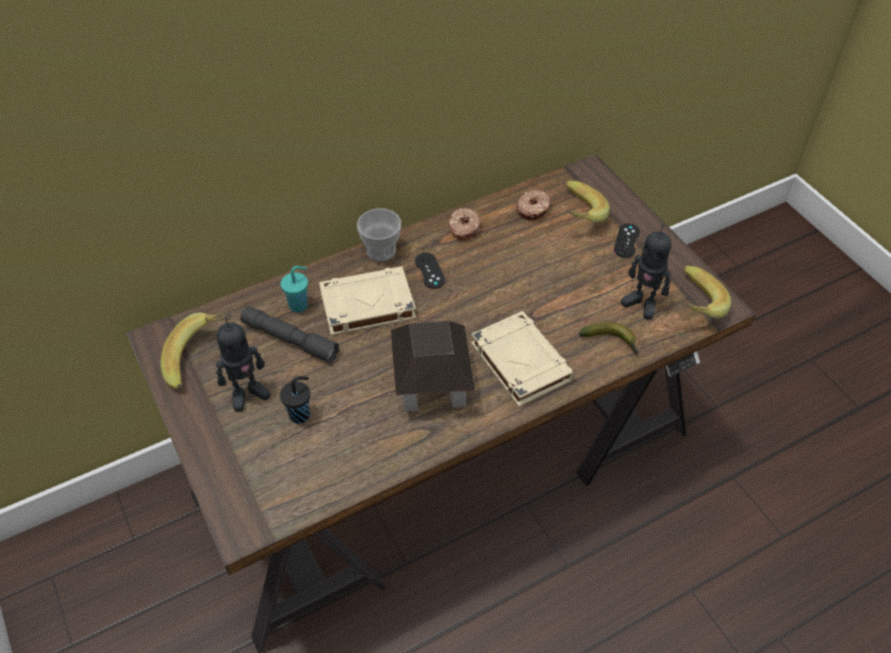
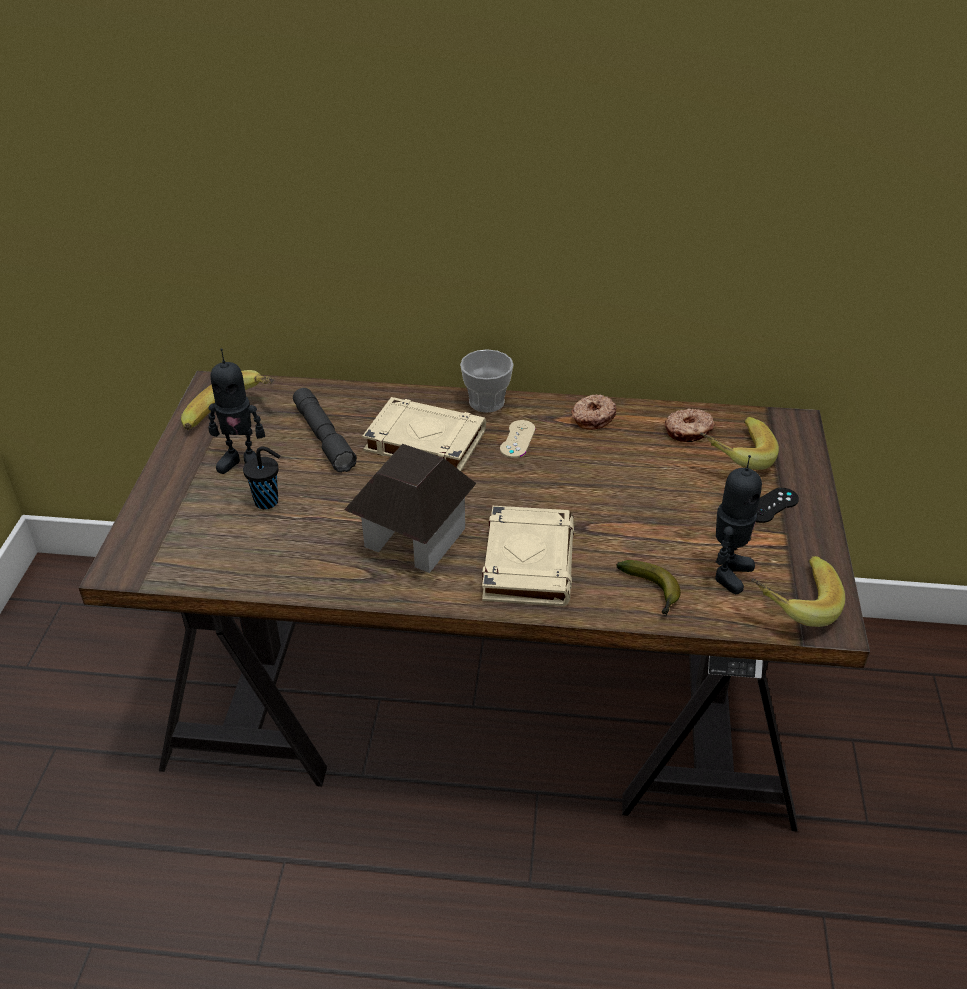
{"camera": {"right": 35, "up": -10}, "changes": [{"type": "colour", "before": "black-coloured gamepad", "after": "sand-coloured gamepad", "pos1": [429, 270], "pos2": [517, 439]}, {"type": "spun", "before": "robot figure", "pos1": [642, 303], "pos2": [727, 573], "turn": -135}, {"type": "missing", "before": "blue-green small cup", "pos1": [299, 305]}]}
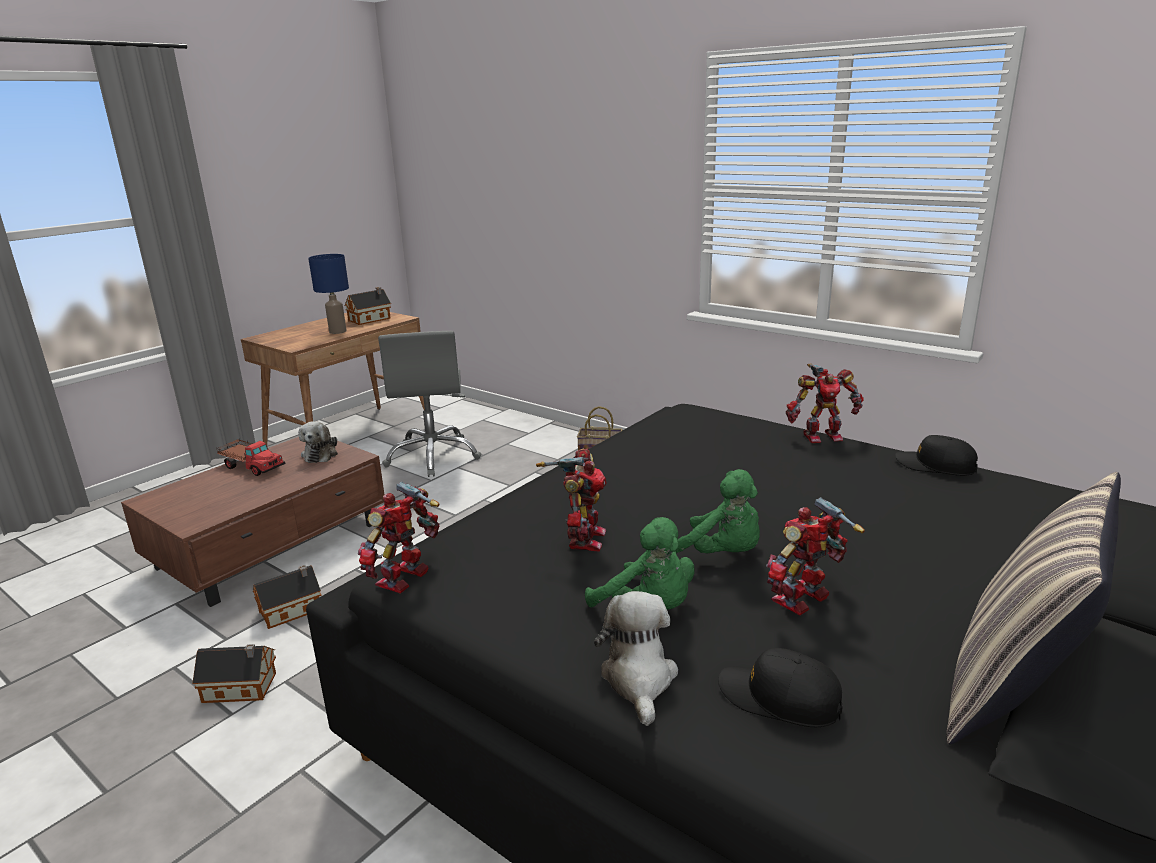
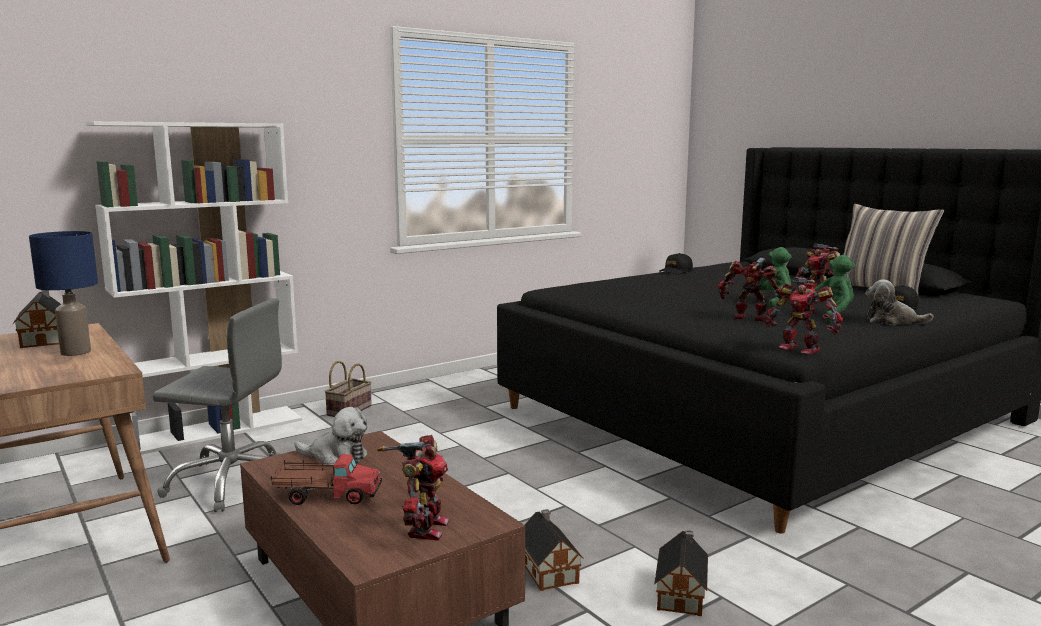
{"camera": {"right": -75, "up": -10}, "changes": [{"type": "appeared", "after": "whitish bookshelf", "pos2": [216, 430]}, {"type": "spun", "before": "toy lorry", "pos1": [252, 466], "pos2": [326, 495], "turn": 45}, {"type": "relocated", "before": "robot figure", "pos1": [821, 436], "pos2": [424, 528]}]}
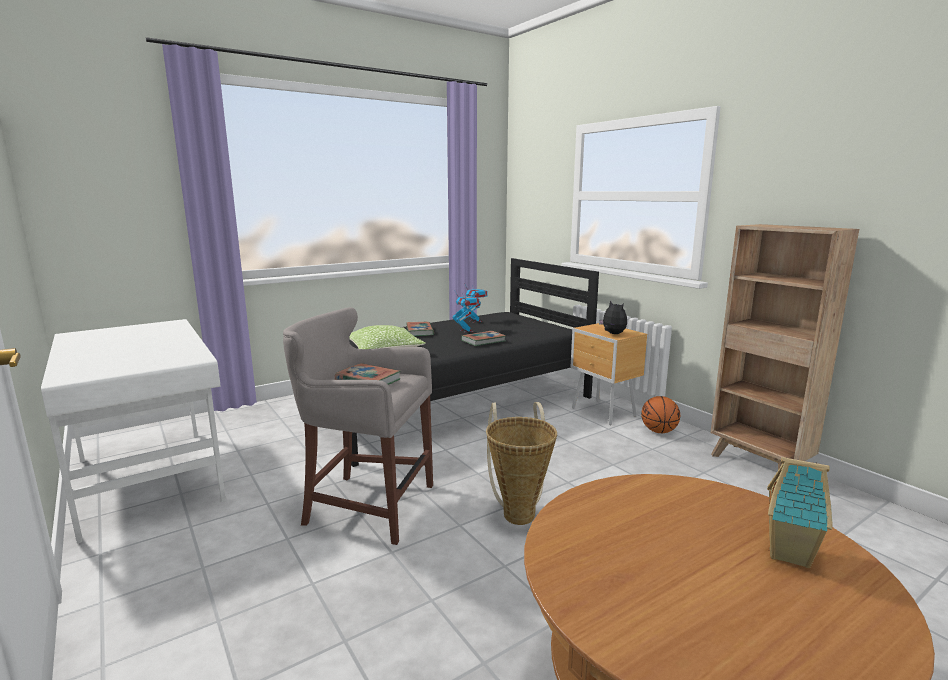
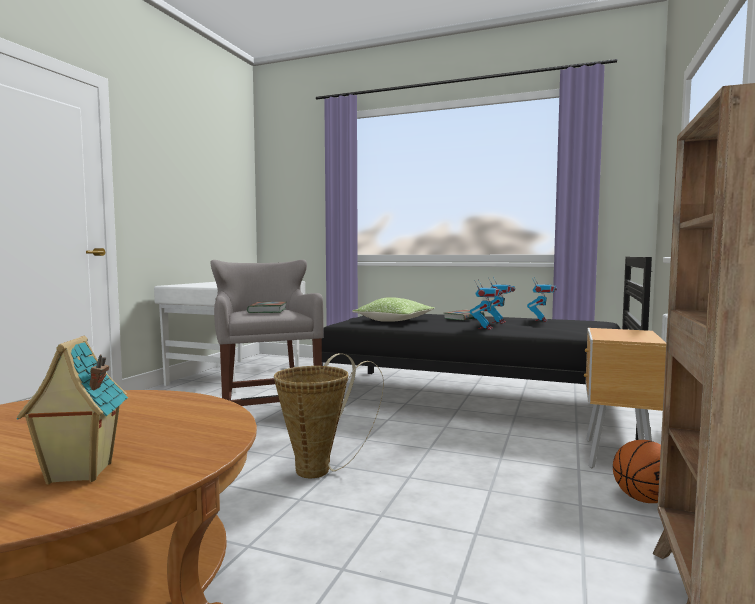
{"camera": {"right": 55, "up": -10}, "changes": [{"type": "exchanged", "before": "volume", "after": "robot figure", "pos1": [483, 341], "pos2": [485, 328]}, {"type": "missing", "before": "soft toy", "pos1": [612, 334]}]}
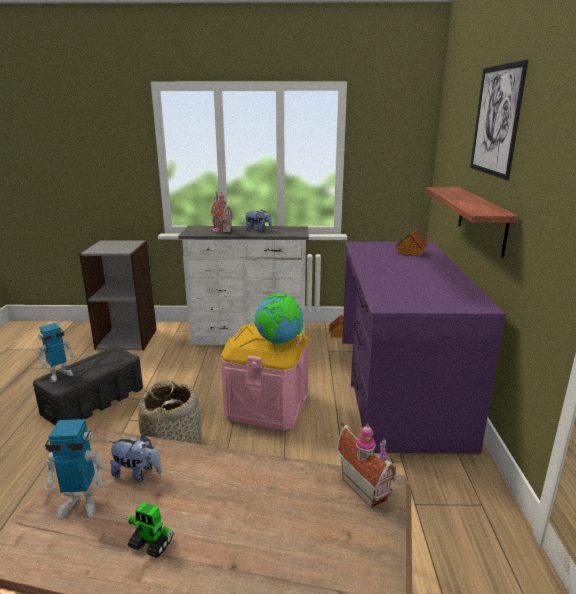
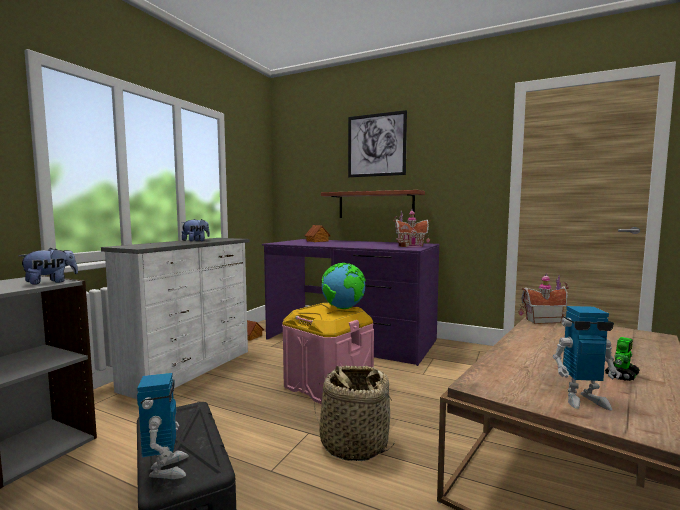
{"camera": {"right": -65, "up": -15}, "changes": [{"type": "relocated", "before": "soft toy", "pos1": [137, 473], "pos2": [51, 282]}, {"type": "relocated", "before": "miniature house", "pos1": [220, 230], "pos2": [411, 246]}, {"type": "spun", "before": "robot figure", "pos1": [80, 504], "pos2": [583, 399], "turn": 75}]}
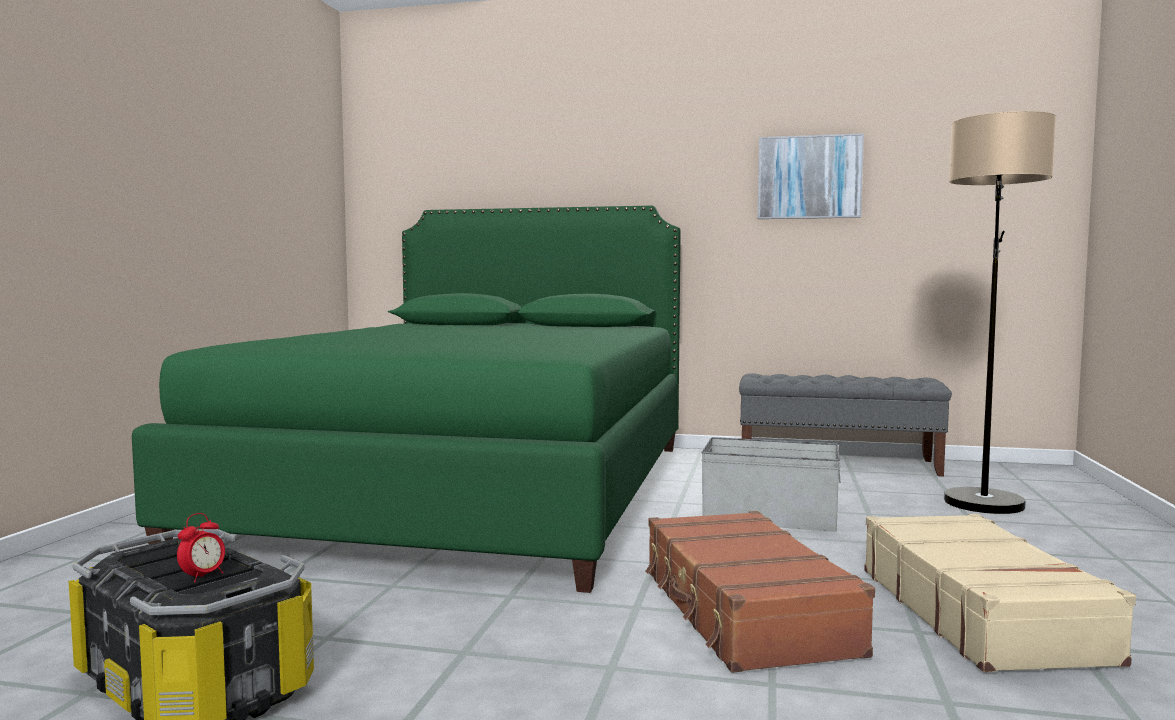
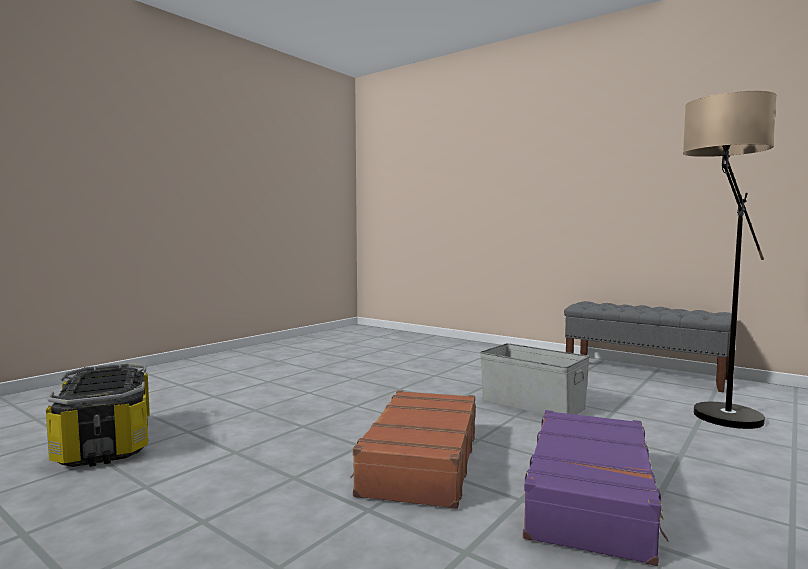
{"camera": {"right": 25, "up": 0}, "changes": [{"type": "colour", "before": "sand-coloured suitcase", "after": "purple suitcase", "pos1": [980, 613], "pos2": [591, 497]}, {"type": "missing", "before": "green-coloured bed", "pos1": [473, 490]}, {"type": "missing", "before": "table clock", "pos1": [203, 577]}, {"type": "missing", "before": "wall picture", "pos1": [809, 177]}]}
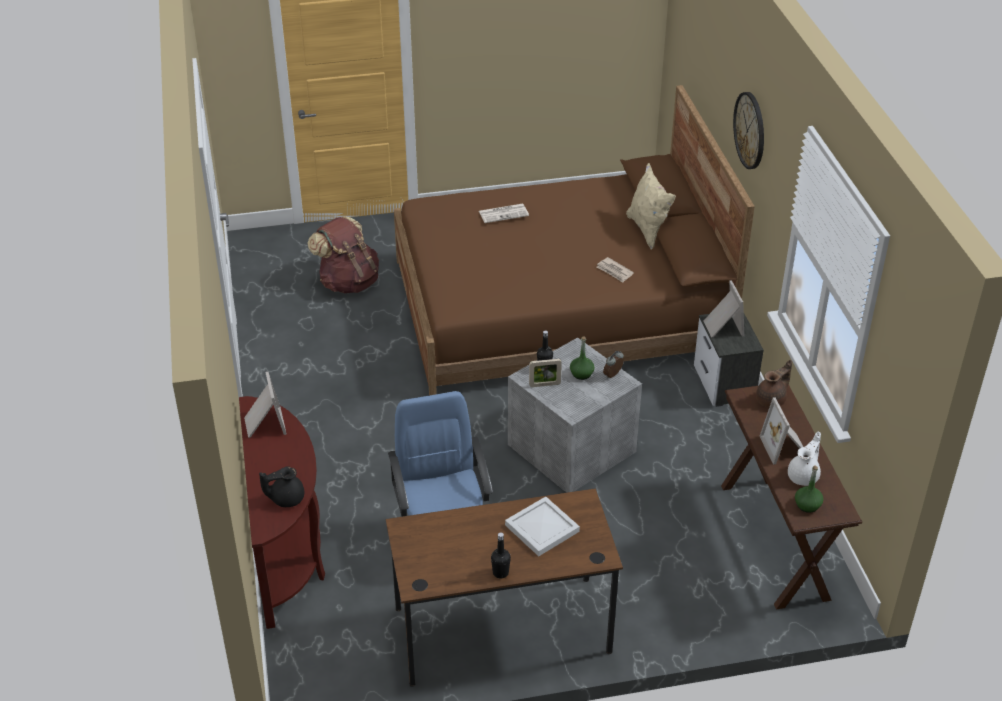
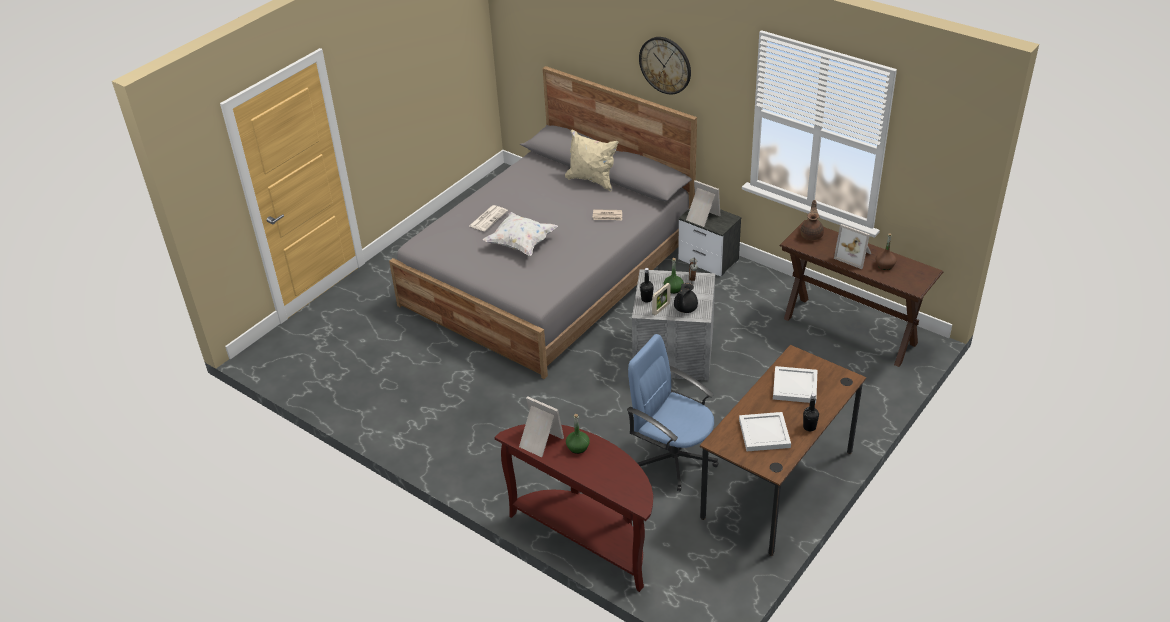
{"camera": {"right": -40, "up": 0}, "changes": [{"type": "colour", "before": "brownish bed", "after": "grey bed", "pos1": [559, 308], "pos2": [550, 273]}, {"type": "appeared", "after": "whitish cushion", "pos2": [521, 243]}, {"type": "relocated", "before": "green-coloured drink bottle", "pos1": [807, 505], "pos2": [578, 447]}, {"type": "relocated", "before": "black-coloured teapot", "pos1": [286, 498], "pos2": [684, 308]}, {"type": "appeared", "after": "whitish carrying tray", "pos2": [765, 433]}, {"type": "exchanged", "before": "whitish teapot", "after": "brownish drink bottle", "pos1": [804, 476], "pos2": [885, 265]}, {"type": "missing", "before": "brownish backpack", "pos1": [348, 282]}]}
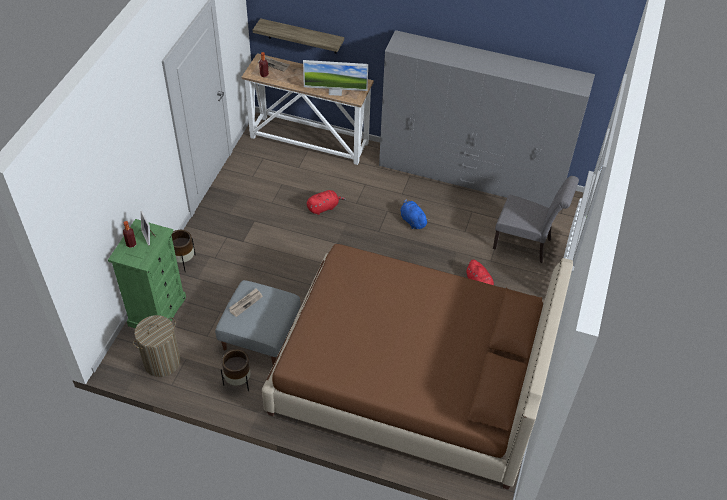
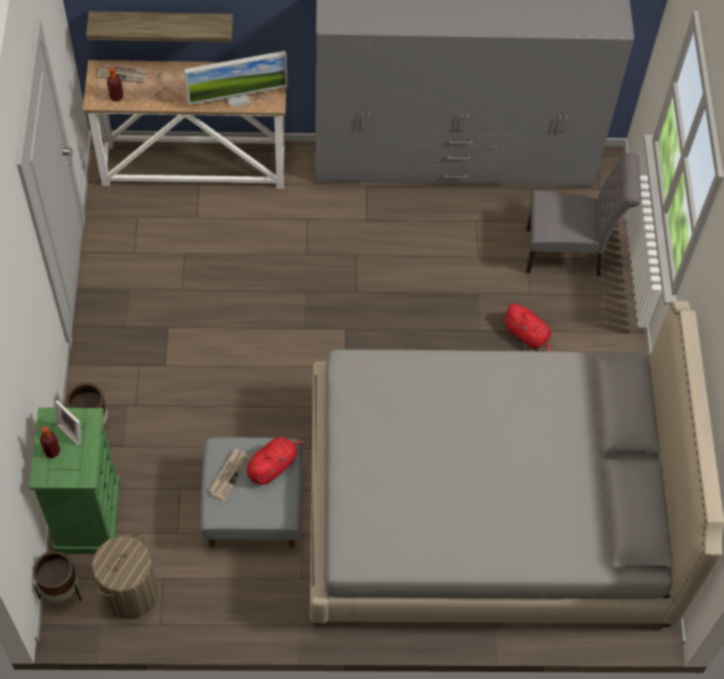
{"camera": {"right": -20, "up": 10}, "changes": [{"type": "relocated", "before": "brownish planter", "pos1": [238, 381], "pos2": [61, 590]}, {"type": "relocated", "before": "reddish soft toy", "pos1": [324, 207], "pos2": [273, 465]}, {"type": "colour", "before": "brownish bed", "after": "grey bed", "pos1": [411, 378], "pos2": [487, 508]}, {"type": "missing", "before": "bluish soft toy", "pos1": [412, 220]}]}
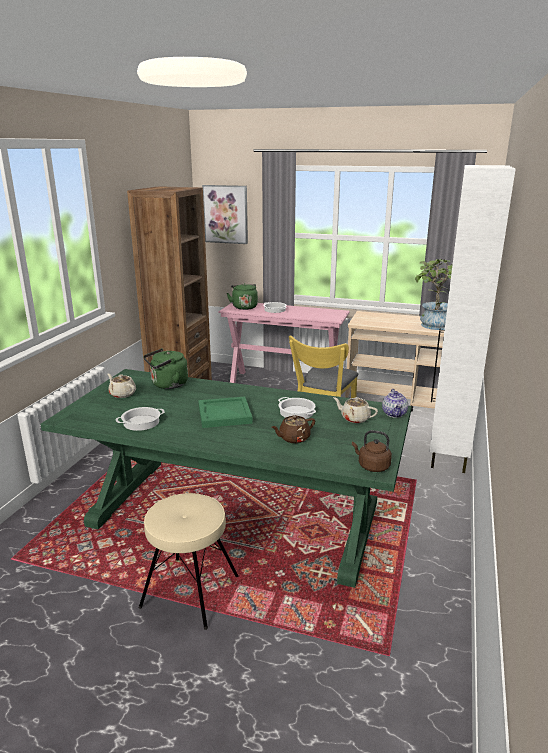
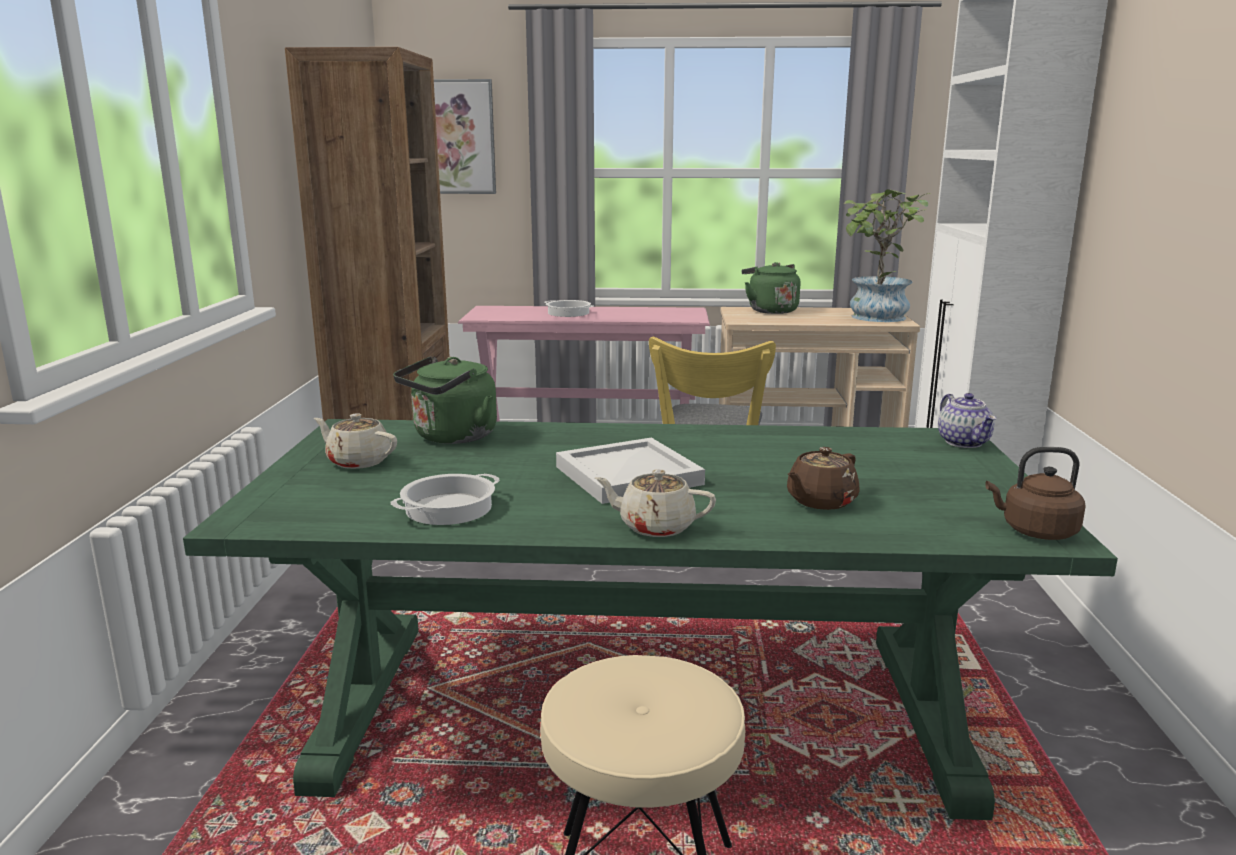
{"camera": {"right": -15, "up": -5}, "changes": [{"type": "colour", "before": "green-coloured carrying tray", "after": "whitish carrying tray", "pos1": [224, 415], "pos2": [627, 476]}, {"type": "relocated", "before": "sand-coloured teapot", "pos1": [354, 418], "pos2": [655, 526]}, {"type": "relocated", "before": "green-coloured kettle", "pos1": [244, 307], "pos2": [770, 310]}, {"type": "missing", "before": "cooking pot", "pos1": [297, 412]}]}
